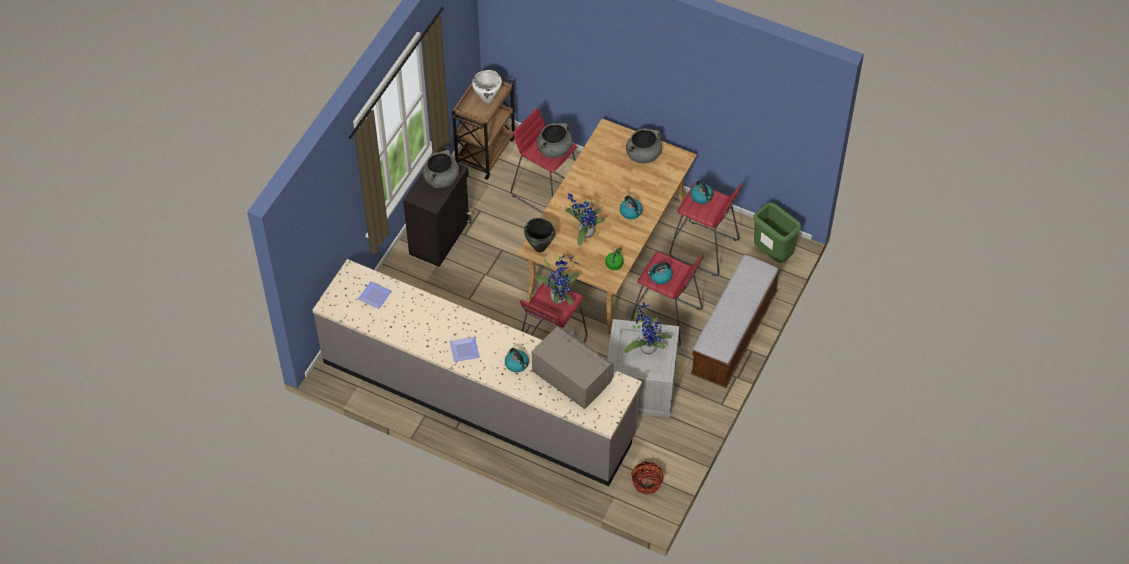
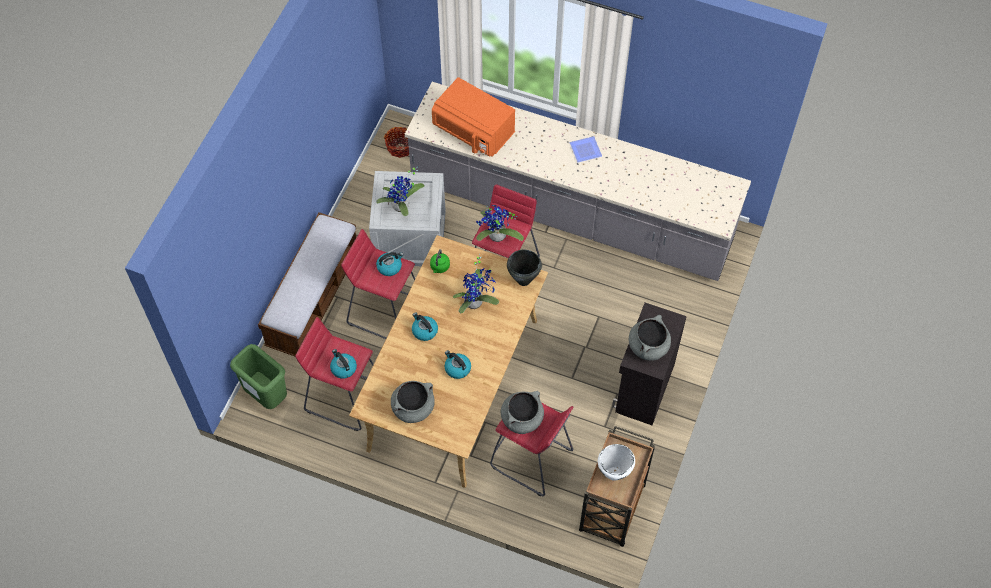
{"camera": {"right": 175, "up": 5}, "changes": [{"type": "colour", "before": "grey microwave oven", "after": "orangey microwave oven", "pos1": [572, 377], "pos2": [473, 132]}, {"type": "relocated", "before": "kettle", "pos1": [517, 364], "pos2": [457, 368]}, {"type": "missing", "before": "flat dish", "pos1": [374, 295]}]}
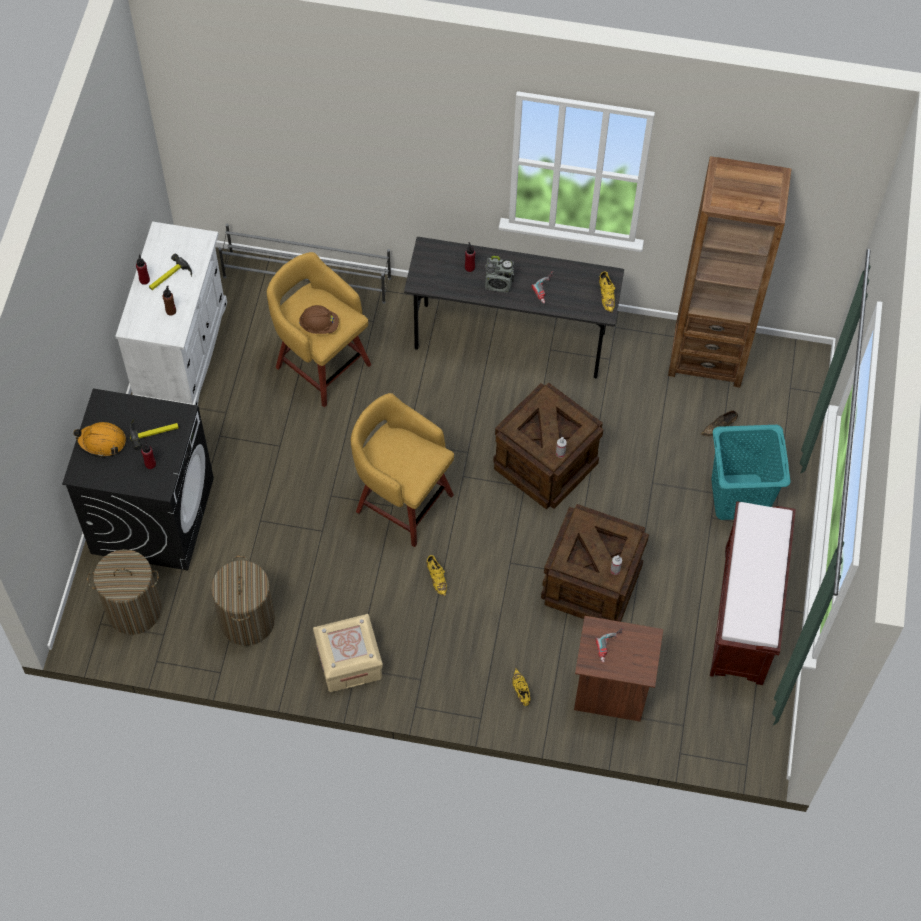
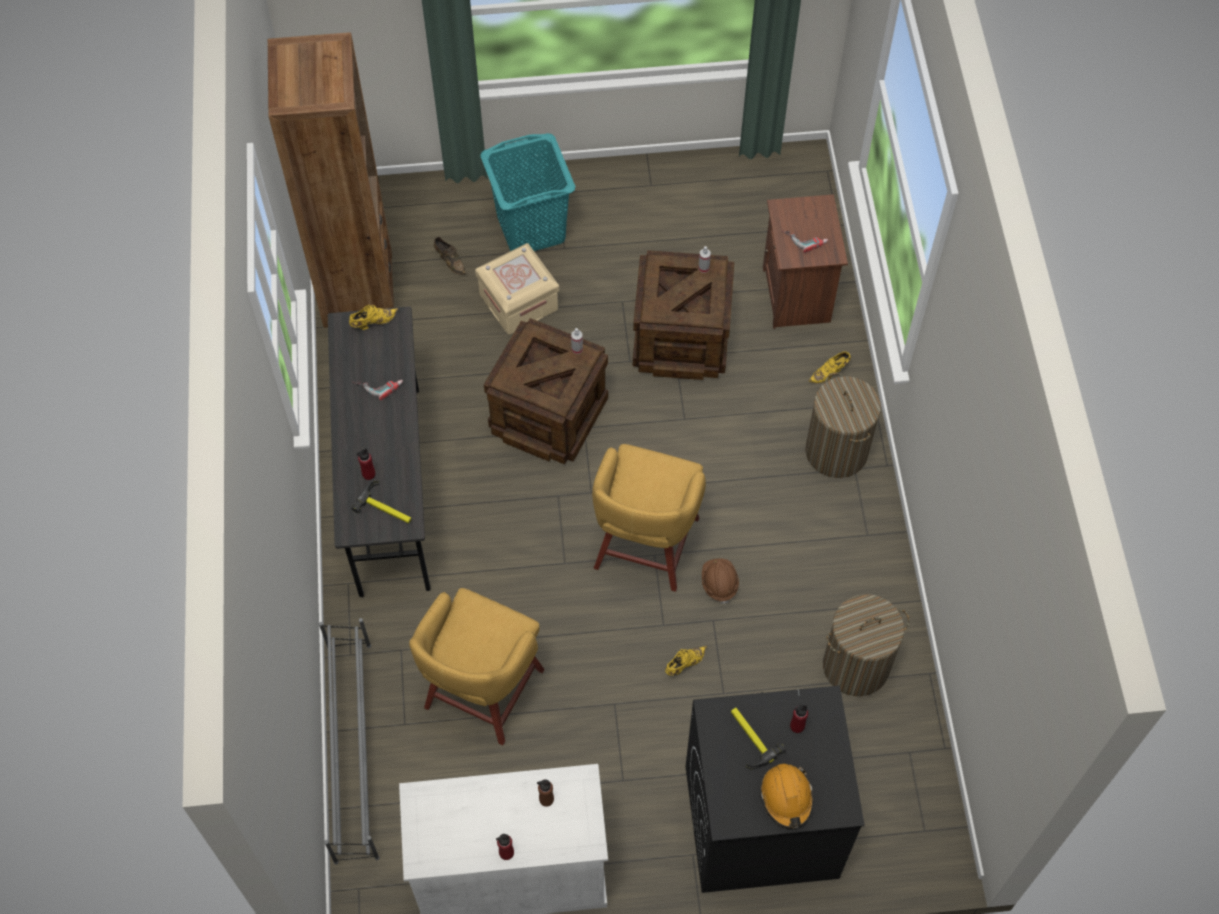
{"camera": {"right": -105, "up": 0}, "changes": [{"type": "relocated", "before": "tool hammer", "pos1": [169, 278], "pos2": [386, 508]}, {"type": "relocated", "before": "sand-coloured storage bin", "pos1": [349, 661], "pos2": [518, 302]}, {"type": "relocated", "before": "yellow item of footwear", "pos1": [436, 578], "pos2": [684, 664]}, {"type": "relocated", "before": "brownish safety helmet", "pos1": [319, 325], "pos2": [719, 583]}, {"type": "relocated", "before": "laundry basket", "pos1": [133, 610], "pos2": [836, 451]}, {"type": "missing", "before": "radio", "pos1": [499, 284]}, {"type": "missing", "before": "brownish indoor bench", "pos1": [744, 616]}]}
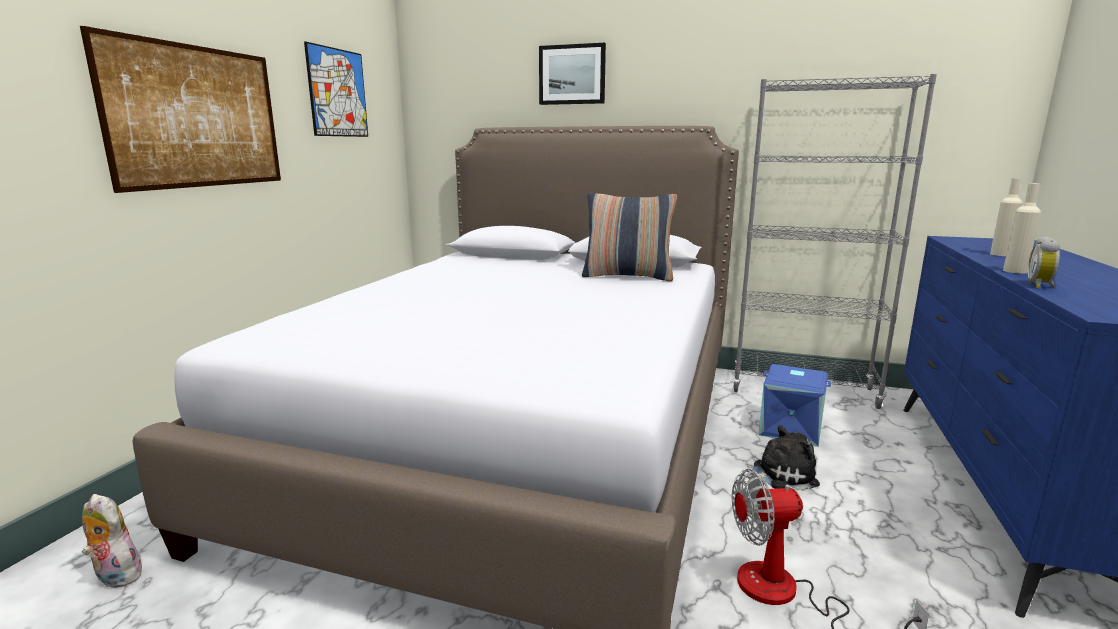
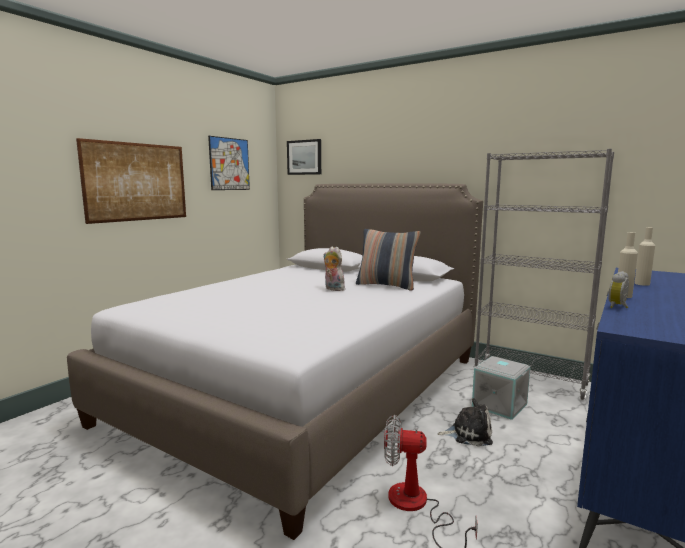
{"camera": {"right": 15, "up": -5}, "changes": [{"type": "relocated", "before": "wall picture", "pos1": [572, 74], "pos2": [304, 157]}, {"type": "relocated", "before": "soft toy", "pos1": [115, 577], "pos2": [333, 289]}, {"type": "colour", "before": "bluish storage bin", "after": "grey storage bin", "pos1": [791, 428], "pos2": [500, 405]}]}
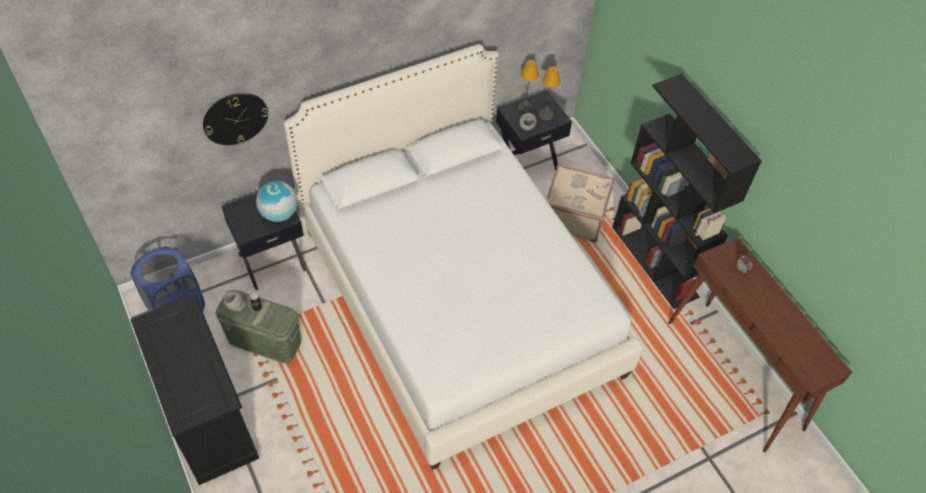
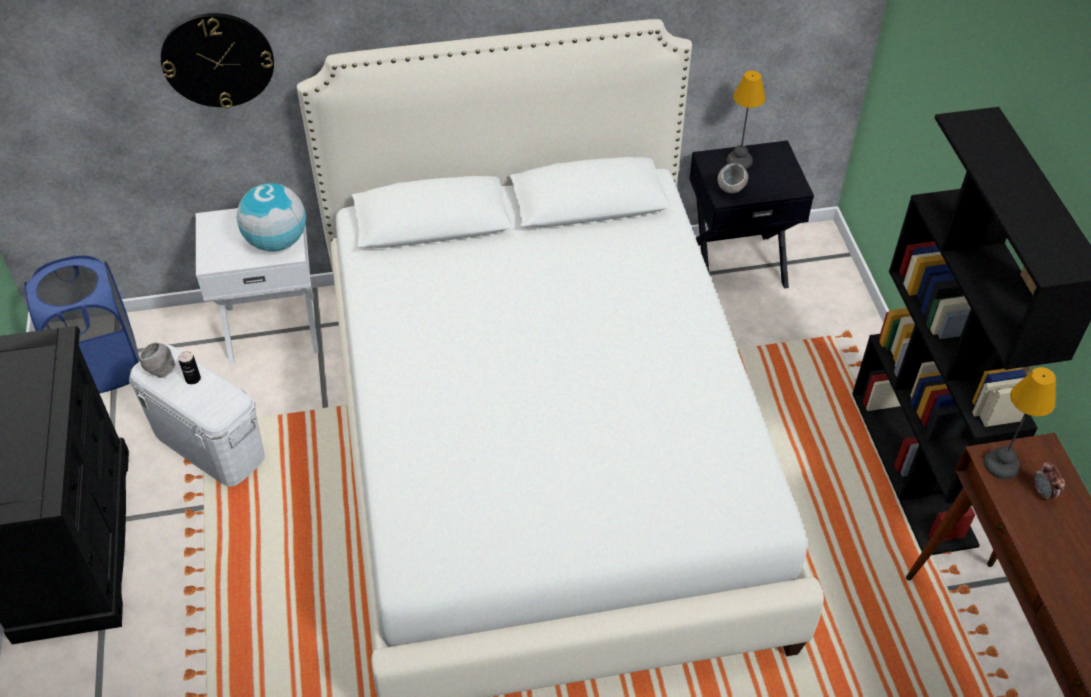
{"camera": {"right": 20, "up": -5}, "changes": [{"type": "colour", "before": "green-coloured storage bin", "after": "whitish storage bin", "pos1": [264, 341], "pos2": [210, 444]}, {"type": "colour", "before": "black-coloured nightstand", "after": "whitish nightstand", "pos1": [271, 260], "pos2": [272, 326]}, {"type": "relocated", "before": "tabletop lamp", "pos1": [546, 115], "pos2": [1002, 465]}, {"type": "missing", "before": "sand-coloured suitcase", "pos1": [574, 215]}]}
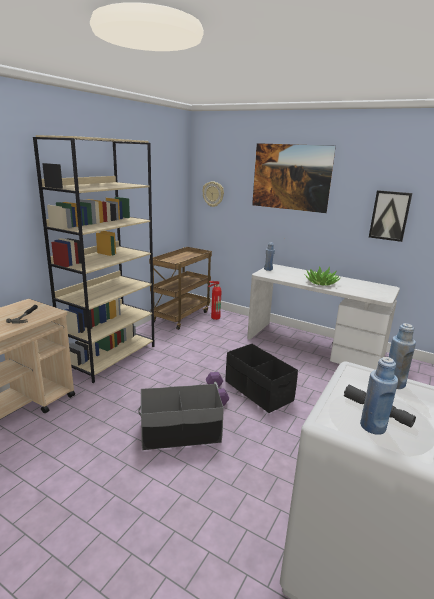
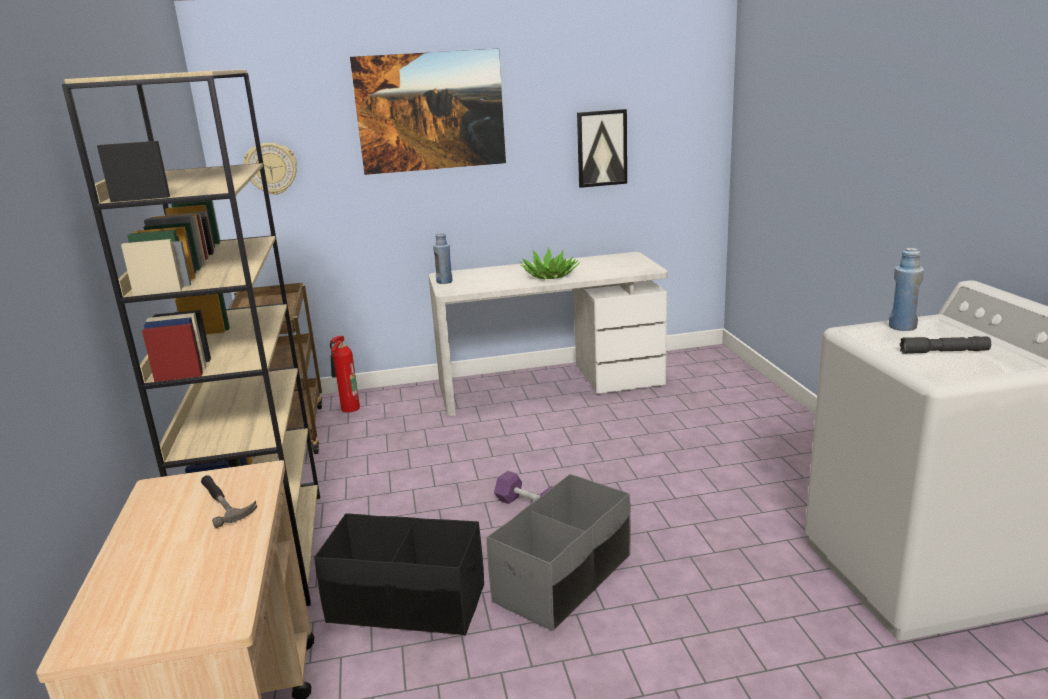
{"camera": {"right": -40, "up": 0}, "changes": [{"type": "relocated", "before": "black-coloured storage bin", "pos1": [258, 391], "pos2": [407, 604]}, {"type": "missing", "before": "bluish drink bottle", "pos1": [373, 426]}]}
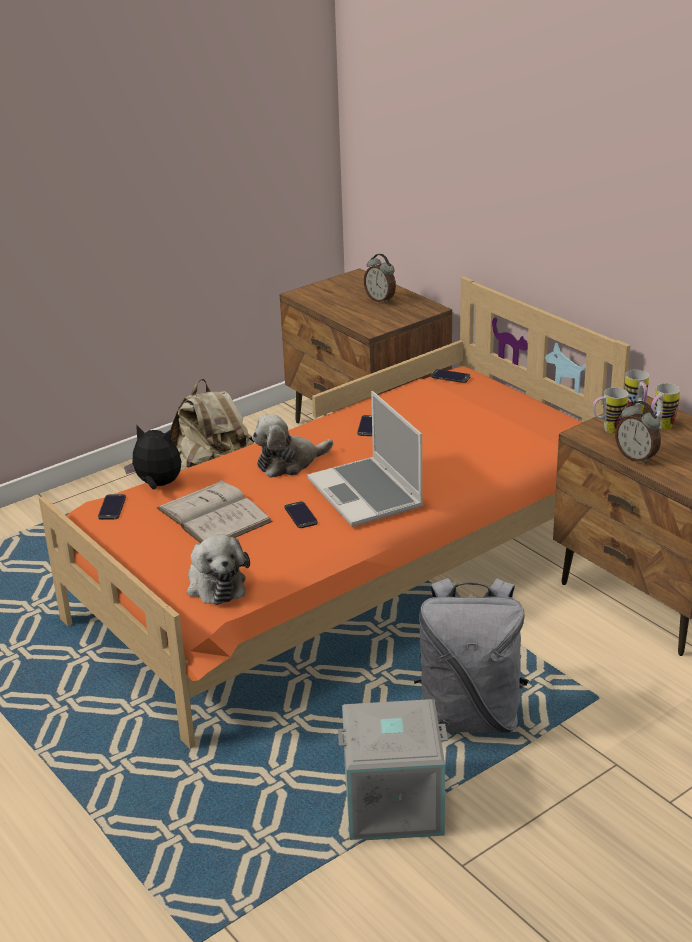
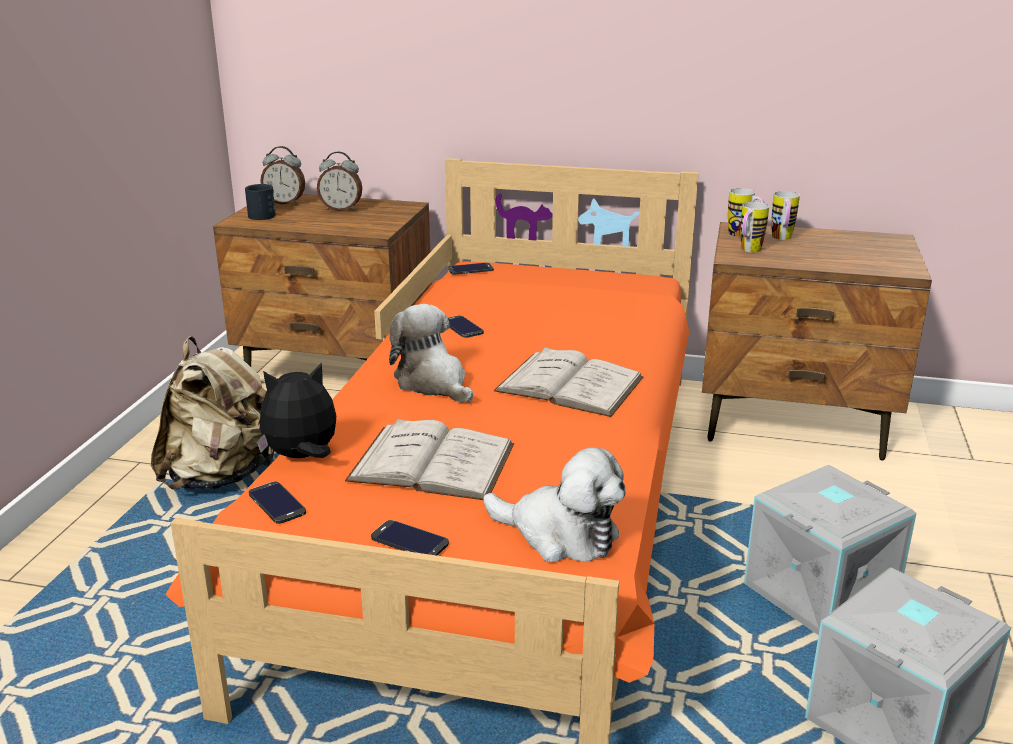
{"camera": {"right": -40, "up": -5}, "changes": [{"type": "appeared", "after": "black-coloured coffee mug", "pos2": [262, 214]}, {"type": "relocated", "before": "table clock", "pos1": [636, 457], "pos2": [285, 203]}, {"type": "relocated", "before": "handset", "pos1": [301, 515], "pos2": [409, 540]}, {"type": "spun", "before": "soft toy", "pos1": [289, 463], "pos2": [433, 383], "turn": 120}, {"type": "exchanged", "before": "laptop", "after": "whitish volume", "pos1": [367, 494], "pos2": [569, 384]}, {"type": "exchanged", "before": "grey backpack", "after": "grey storage bin", "pos1": [470, 715], "pos2": [818, 592]}]}
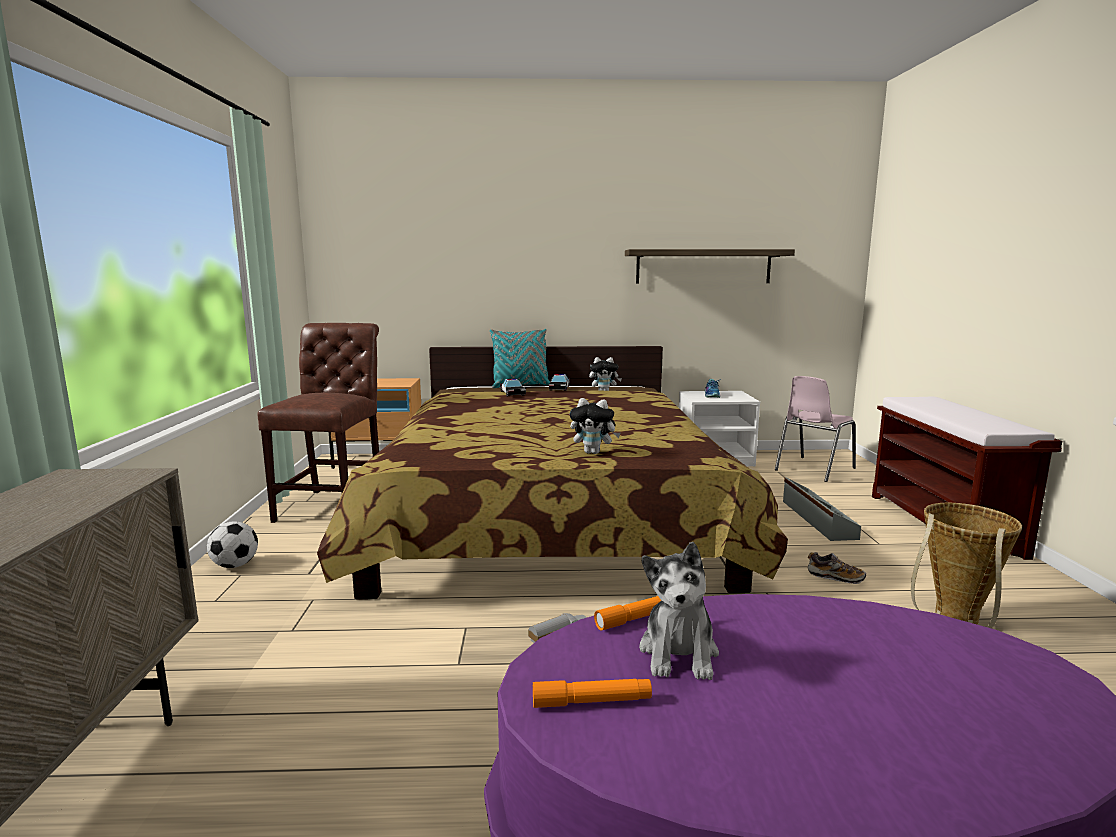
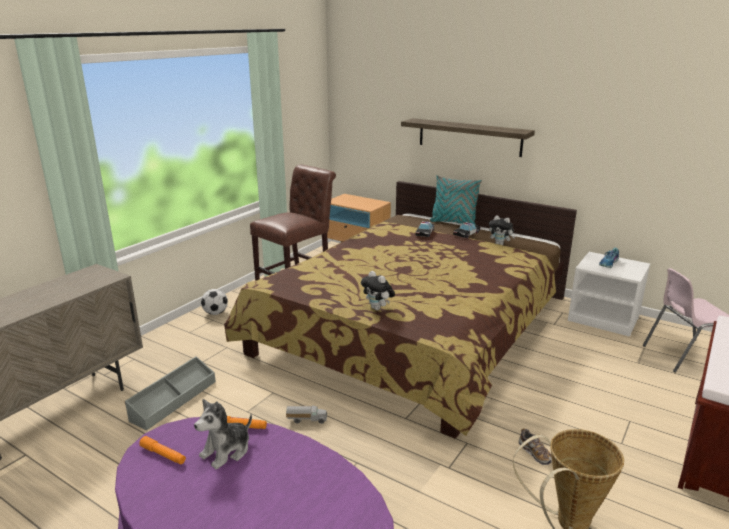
{"camera": {"right": 35, "up": 10}, "changes": [{"type": "relocated", "before": "grey storage bin", "pos1": [817, 519], "pos2": [173, 400]}, {"type": "relocated", "before": "wall shelf", "pos1": [703, 266], "pos2": [469, 137]}]}
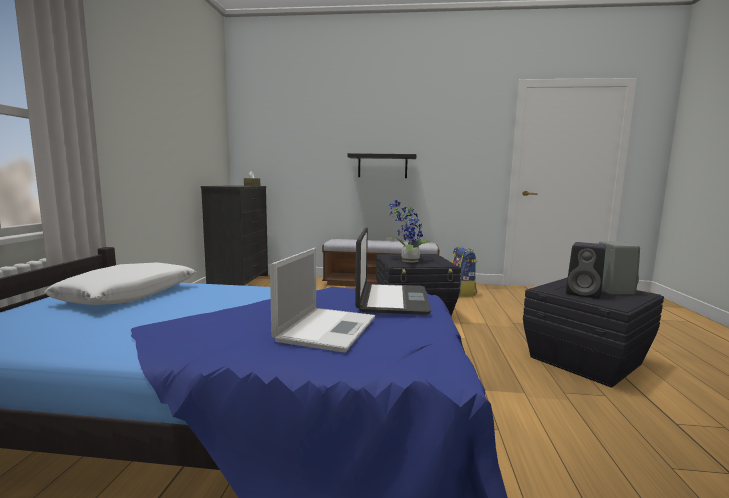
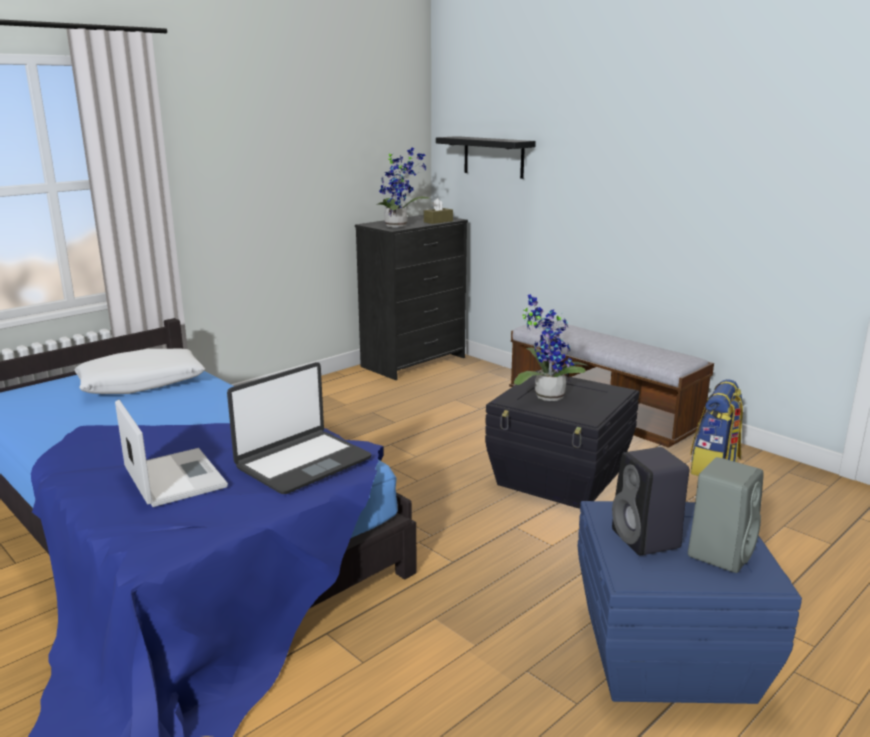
{"camera": {"right": 40, "up": 10}, "changes": [{"type": "spun", "before": "laptop", "pos1": [327, 328], "pos2": [174, 477], "turn": -90}, {"type": "appeared", "after": "potted plant", "pos2": [399, 226]}, {"type": "relocated", "before": "black-coloured wall shelf", "pos1": [382, 166], "pos2": [493, 157]}, {"type": "colour", "before": "black-coloured storage bin", "after": "bluish storage bin", "pos1": [583, 360], "pos2": [664, 651]}]}
